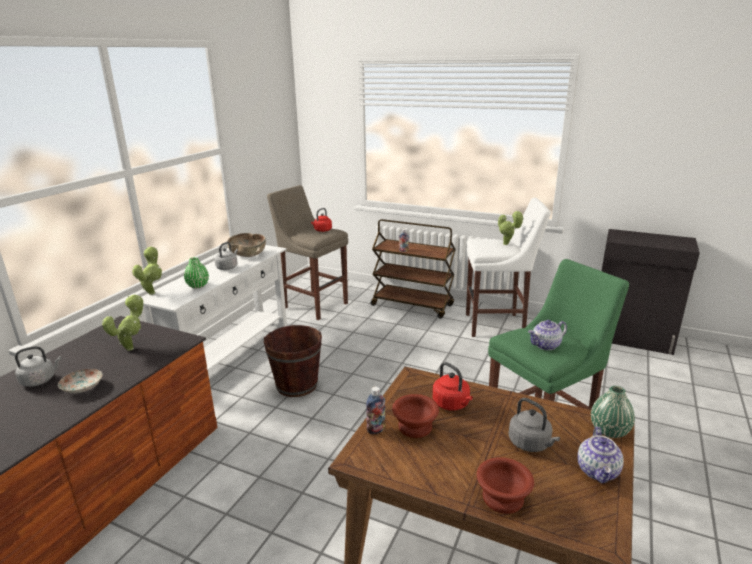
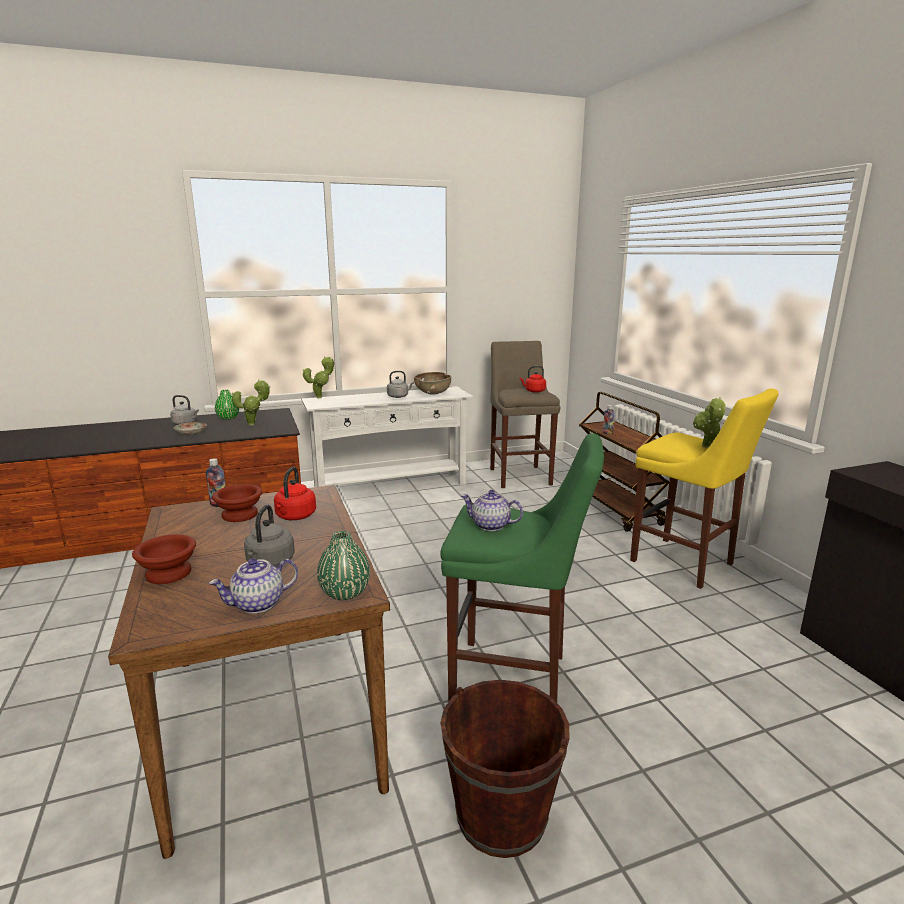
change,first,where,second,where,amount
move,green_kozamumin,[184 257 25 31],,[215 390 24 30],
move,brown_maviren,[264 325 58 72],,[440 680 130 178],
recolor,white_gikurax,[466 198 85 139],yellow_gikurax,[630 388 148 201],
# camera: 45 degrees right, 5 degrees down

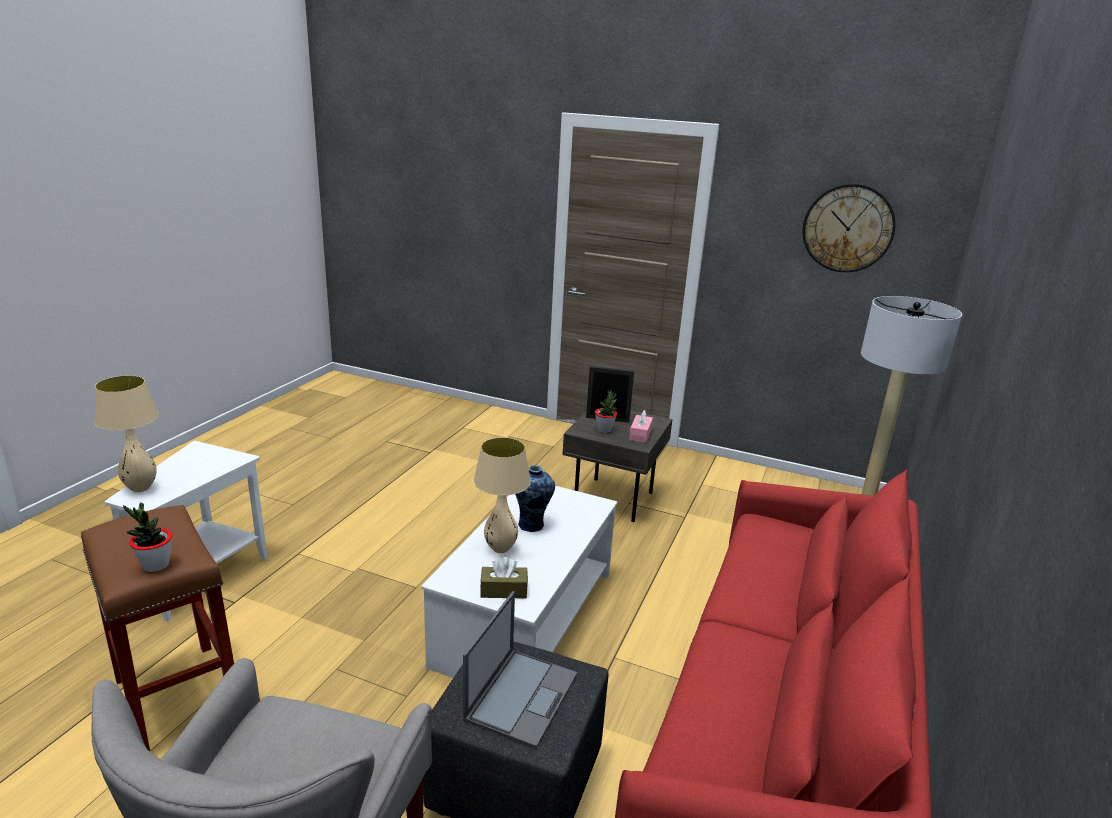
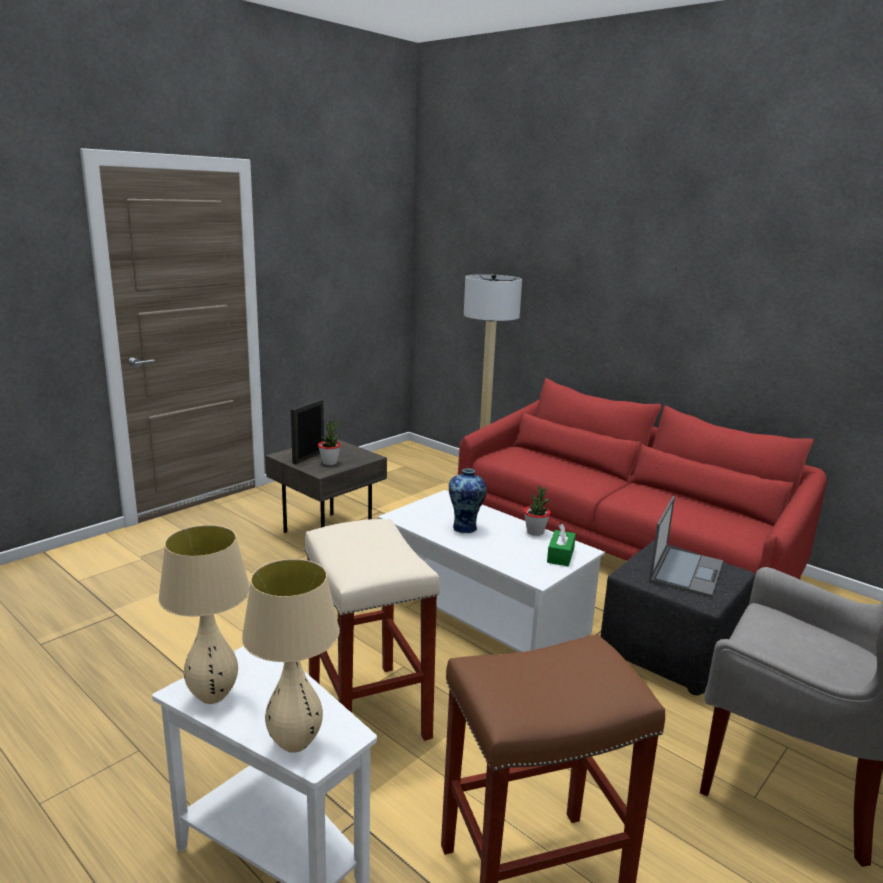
change,first,where,second,where,amount
move,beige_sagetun,[474 437 57 116],,[158 525 92 179],
insert,,,beige_gikurax,[304 519 136 222],
move,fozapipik,[123 503 49 69],,[524 485 27 51],
recolor,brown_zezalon,[480 557 48 42],green_zezalon,[547 524 29 42],
rotate,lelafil,[463 591 114 157],,[649 496 74 101],75 degrees clockwise
delete,pink_zezalon,[629 410 24 33],,,
delete,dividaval,[802 183 94 89],,,
# camera: 70 degrees left, 5 degrees down

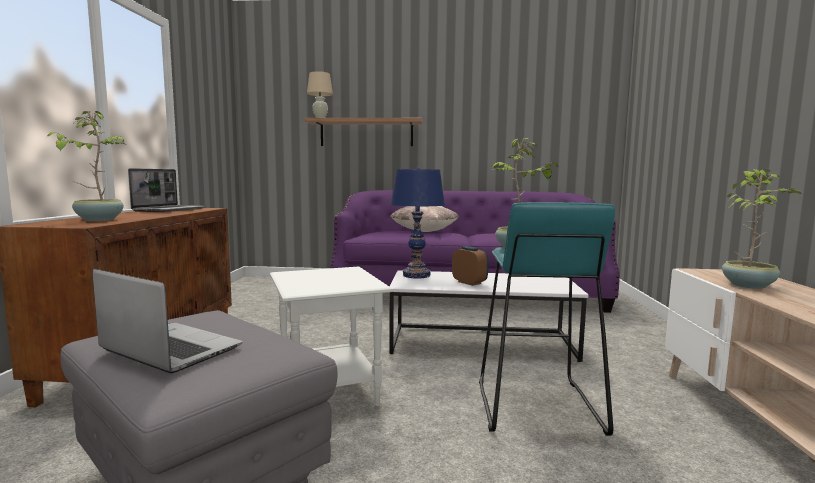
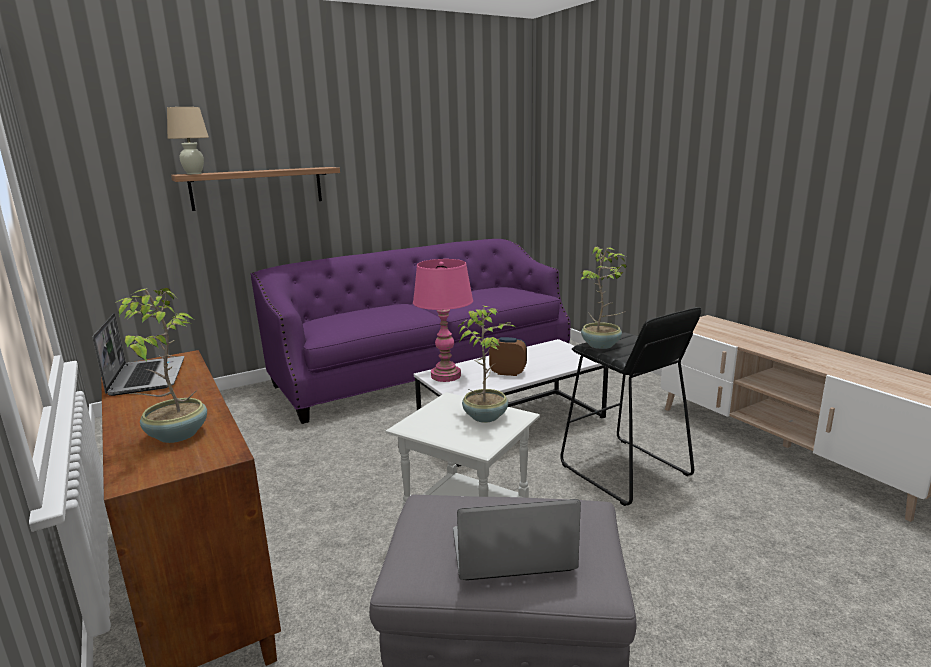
change,first,where,second,where,amount
recolor,blue_sagetun,[390 168 55 110],pink_sagetun,[413 259 60 123],
move,fozapipik,[722 169 79 120],,[458 306 59 117],
recolor,turquoise_gikurax,[479 202 137 234],black_gikurax,[560 307 141 199],
delete,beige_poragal,[390 206 69 26],,,
# camera: 35 degrees left, 10 degrees up

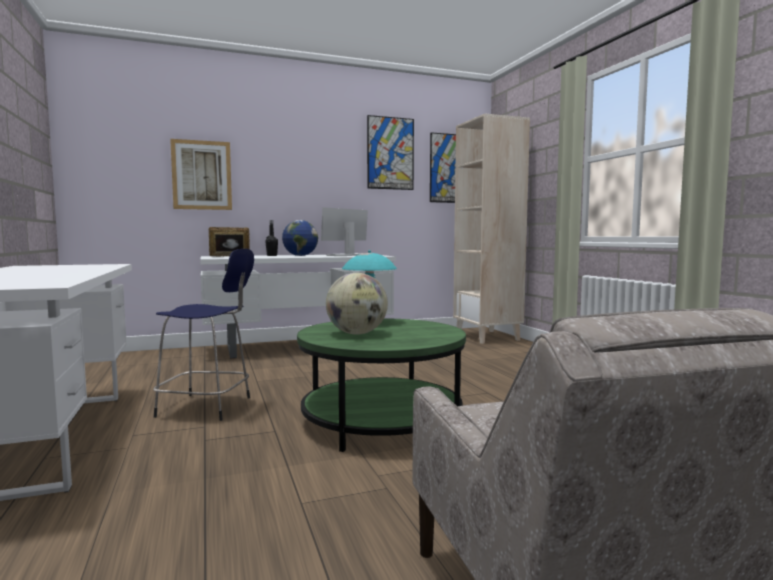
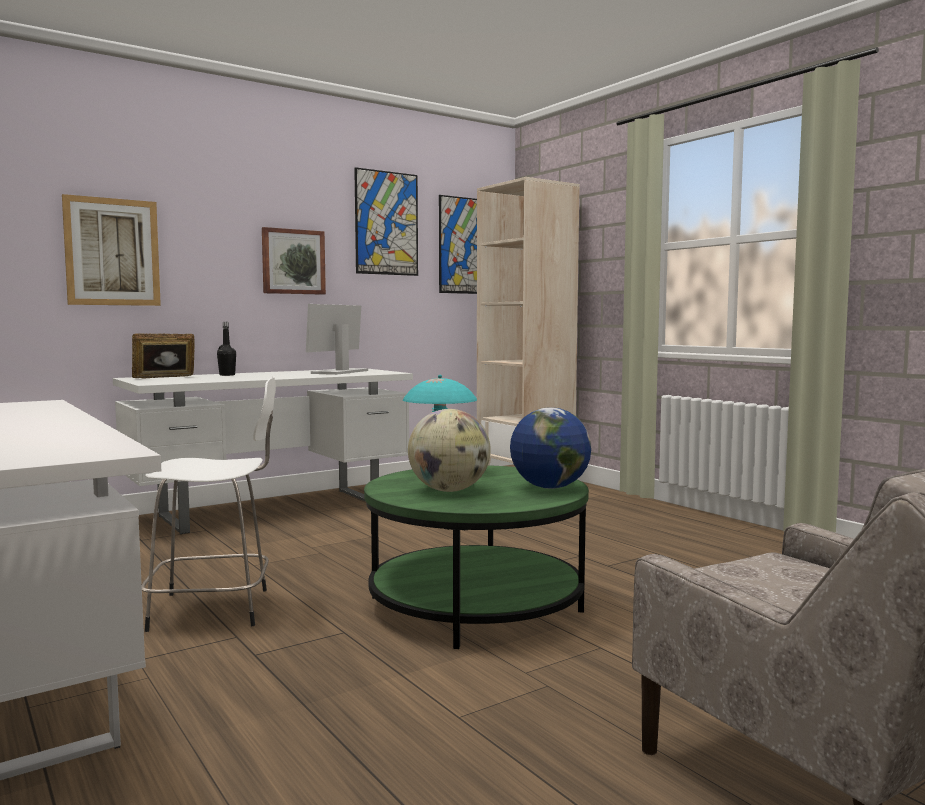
change,first,where,second,where,amount
recolor,blue_gikurax,[153 249 101 172],white_gikurax,[142 376 134 256],
insert,,,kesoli,[262 227 64 68],
move,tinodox,[282 220 36 36],,[510 408 81 81],
# camera: 15 degrees left, 0 degrees up

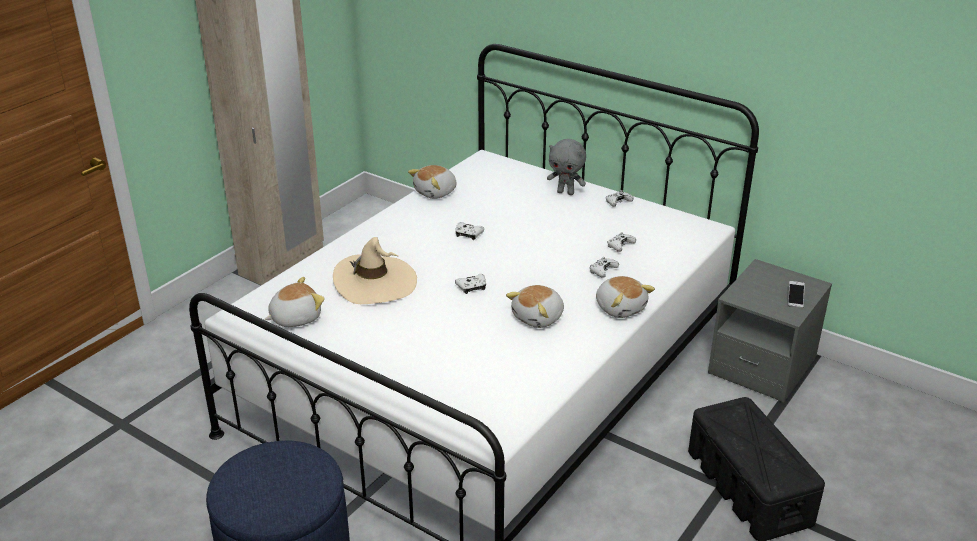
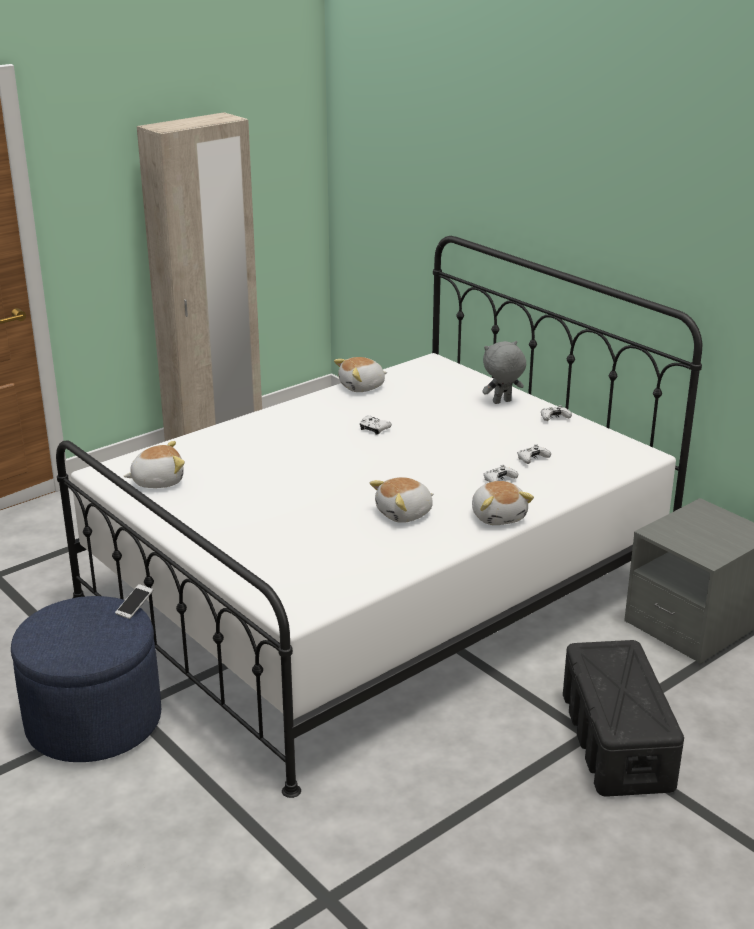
change,first,where,second,where,amount
move,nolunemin,[788 281 17 27],,[115 584 38 35],
rotate,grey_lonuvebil,[547 139 39 56],,[482 341 44 63],120 degrees clockwise
delete,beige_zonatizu,[333 237 84 67],,,
delete,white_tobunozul,[455 274 31 20],,,
# camera: 15 degrees right, 5 degrees down

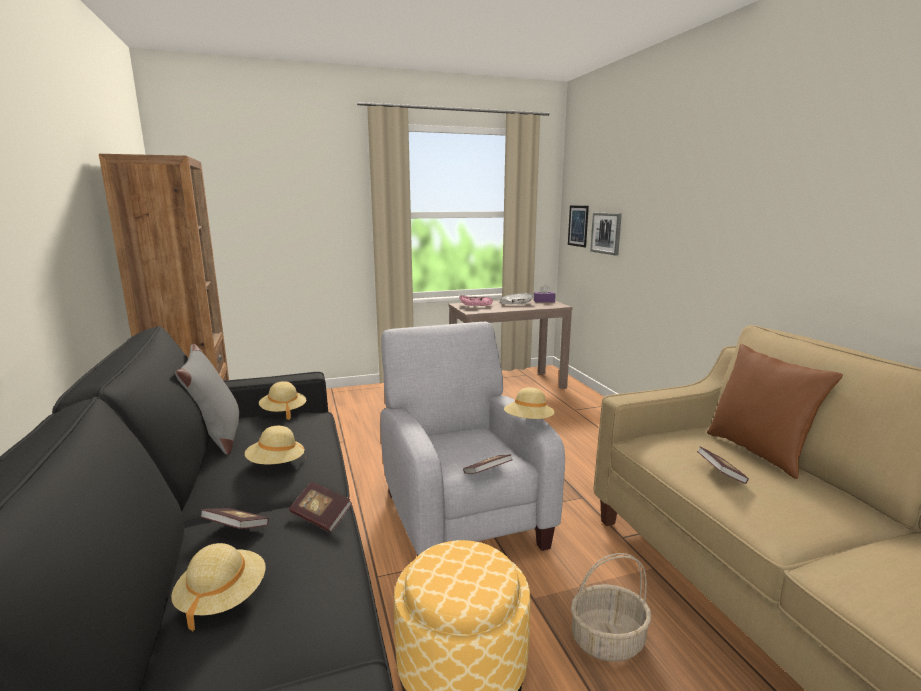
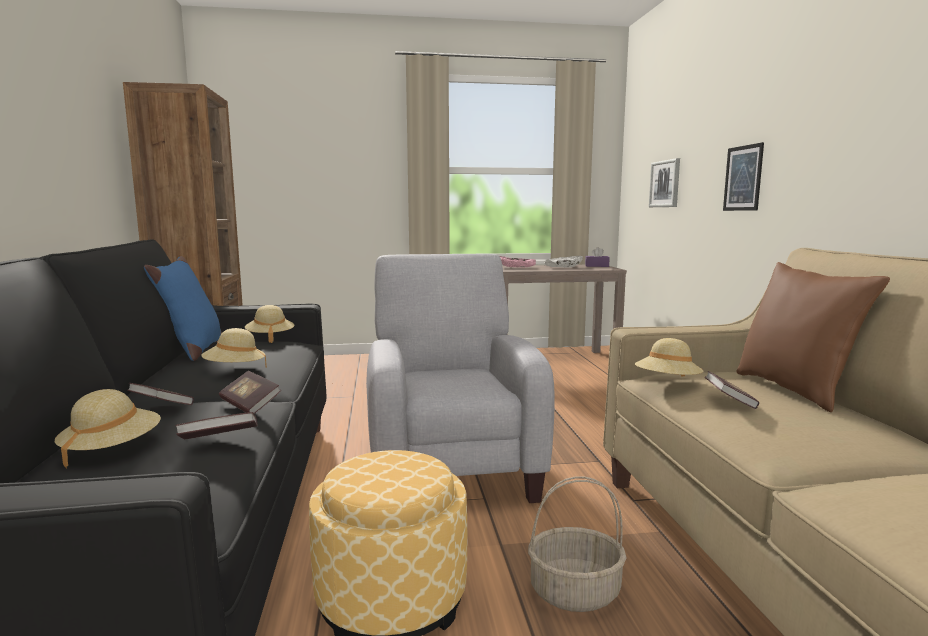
change,first,where,second,where,amount
recolor,grey_poragal,[175 344 64 111],blue_poragal,[144 256 78 105],
move,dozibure,[463 454 50 20],,[175 412 83 27],
move,beige_zonatizu,[504 387 51 32],,[635 338 68 39],
move,kesoli,[568 205 21 43],,[723 142 41 69],
# camera: 10 degrees right, 5 degrees down

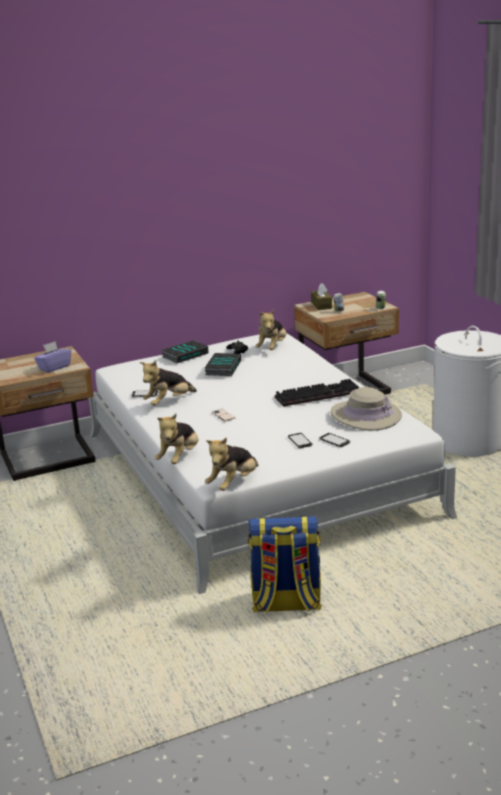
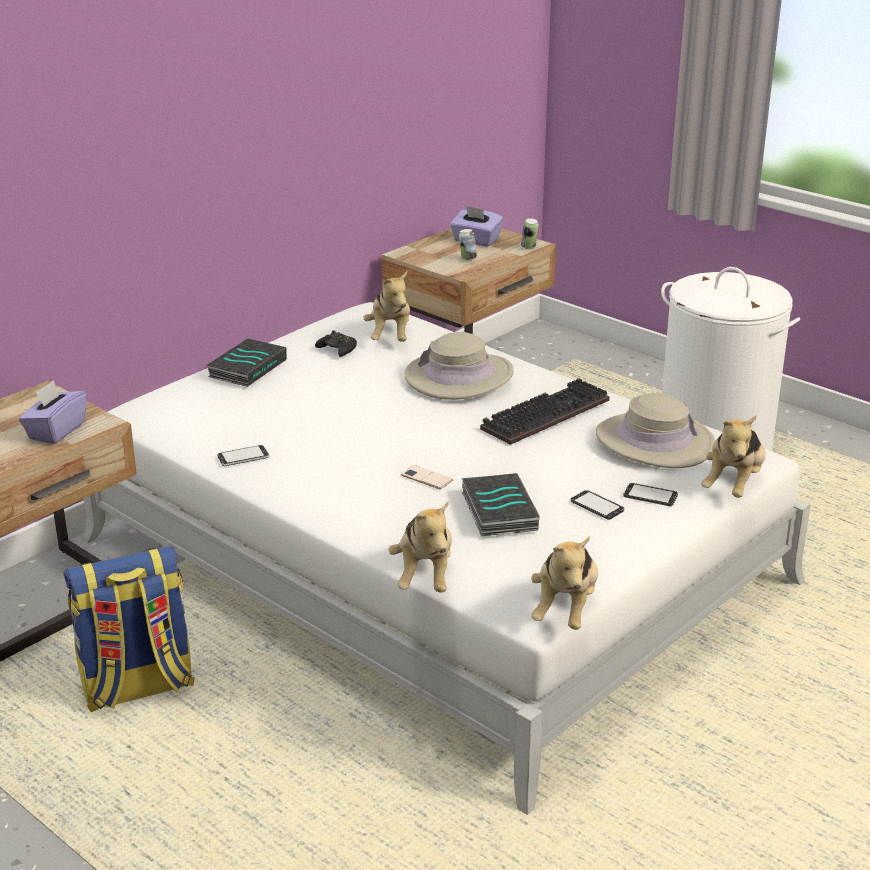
change,first,where,second,where,amount
move,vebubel,[248 516 74 97],,[63 546 132 166],
insert,,,beige_zonatizu,[404 332 110 68],
insert,,,purple_zezalon,[450 205 54 42],
move,dozibure,[205 353 36 23],,[462 473 77 63],
move,lonuvebil,[140 361 57 44],,[701 416 65 82],
delete,brown_zezalon,[311 283 21 27],,,
# camera: 25 degrees left, 5 degrees up

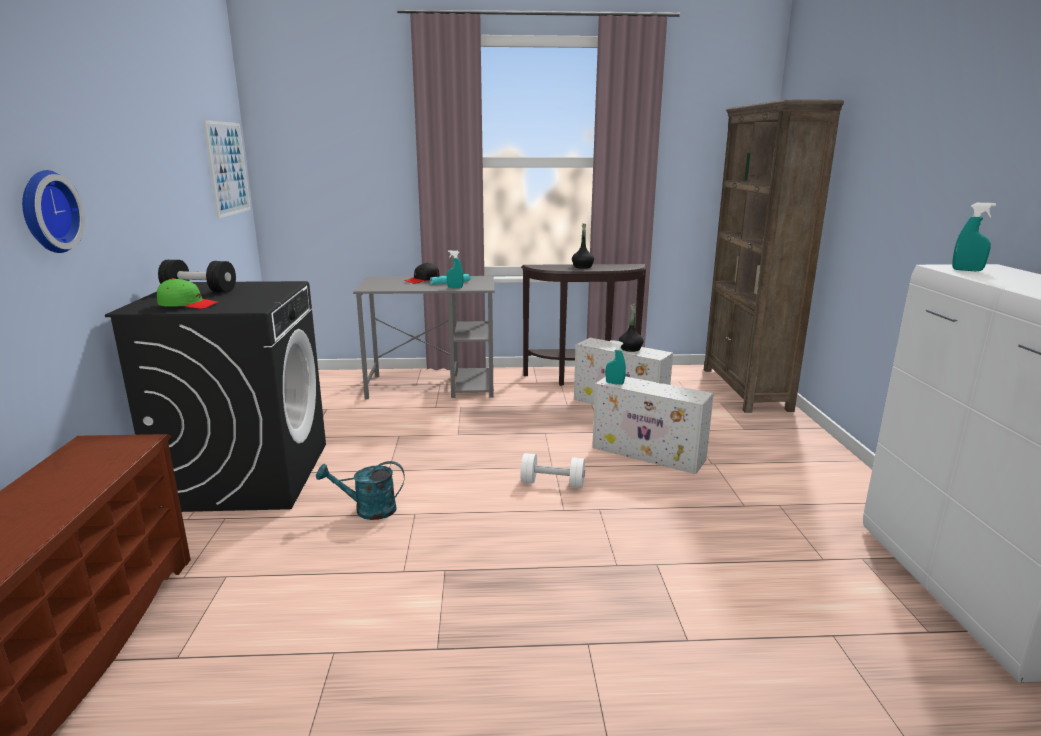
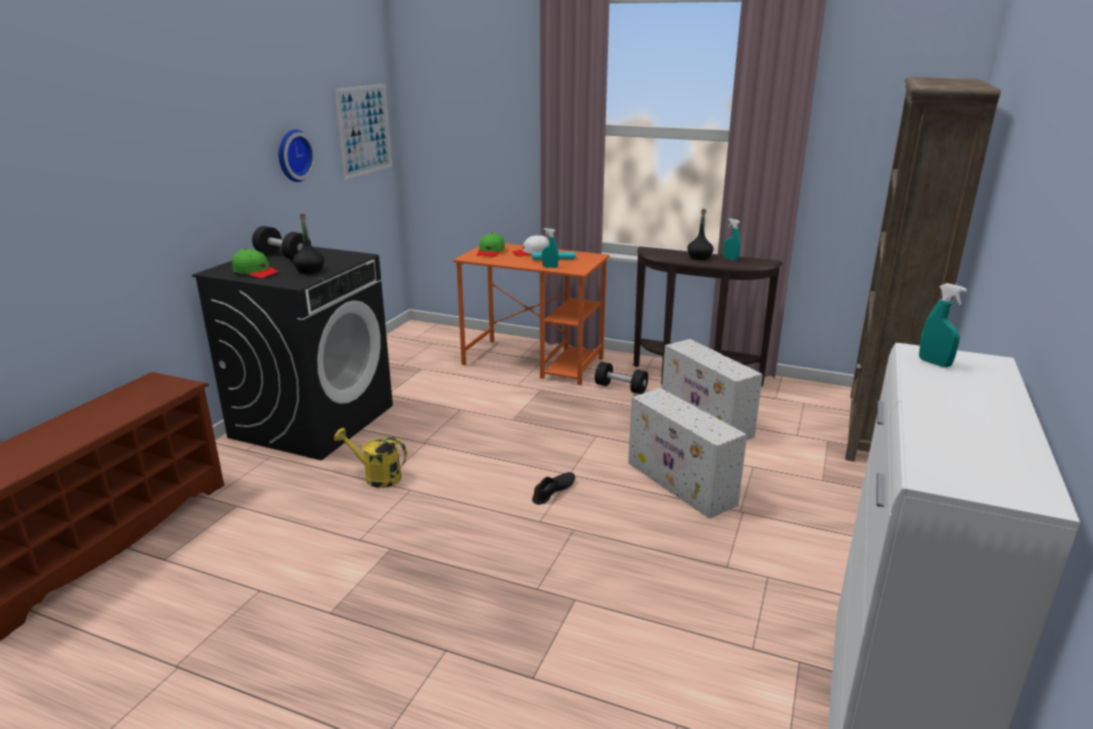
change,first,where,second,where,amount
move,dividaval,[22 170 63 83],,[278 130 38 52],
move,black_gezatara,[619 304 25 48],,[293 214 31 60],
recolor,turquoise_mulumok,[316 461 89 59],yellow_mulumok,[334 428 73 60],
recolor,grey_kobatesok,[353 276 141 123],orange_kobatesok,[453 243 157 142],
insert,,,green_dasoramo,[477 233 28 24],
recolor,black_dasoramo,[404 262 36 22],white_dasoramo,[512 235 37 21],
replace,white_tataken,[520 453 65 35],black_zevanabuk,[532 472 43 33],
insert,,,black_tataken,[595 362 53 32],
move,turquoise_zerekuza,[606 340 20 45],,[723 219 18 42],
# camera: 25 degrees right, 5 degrees up

